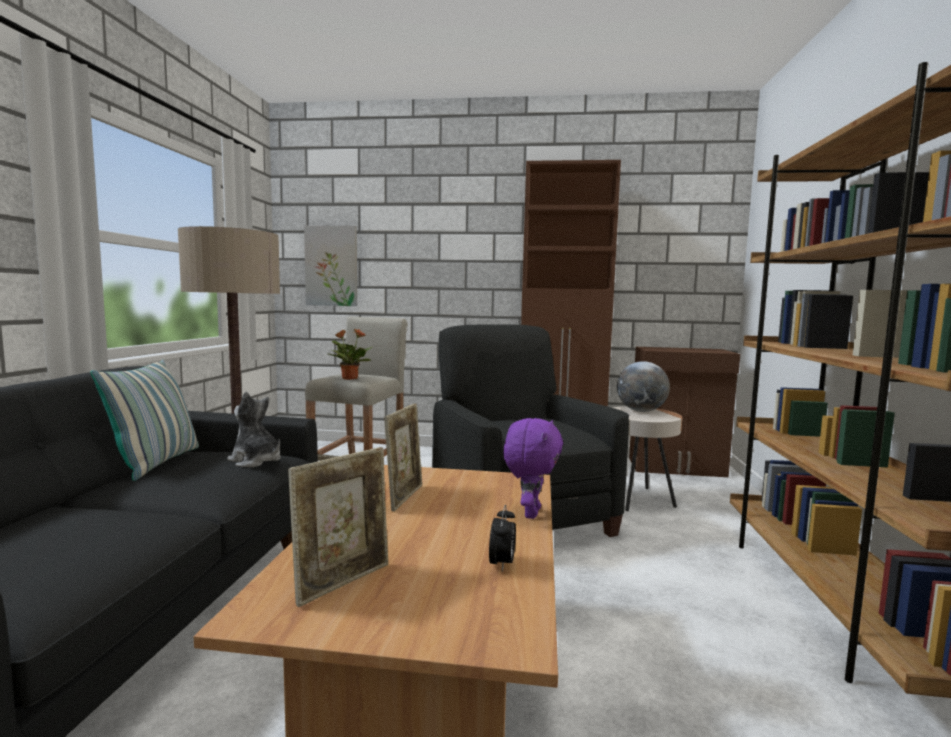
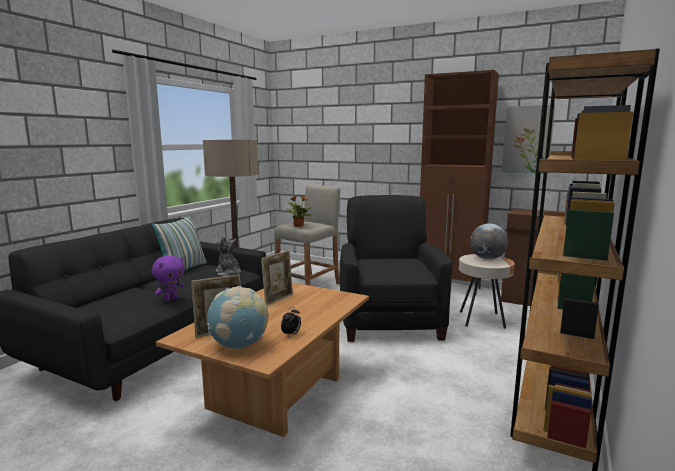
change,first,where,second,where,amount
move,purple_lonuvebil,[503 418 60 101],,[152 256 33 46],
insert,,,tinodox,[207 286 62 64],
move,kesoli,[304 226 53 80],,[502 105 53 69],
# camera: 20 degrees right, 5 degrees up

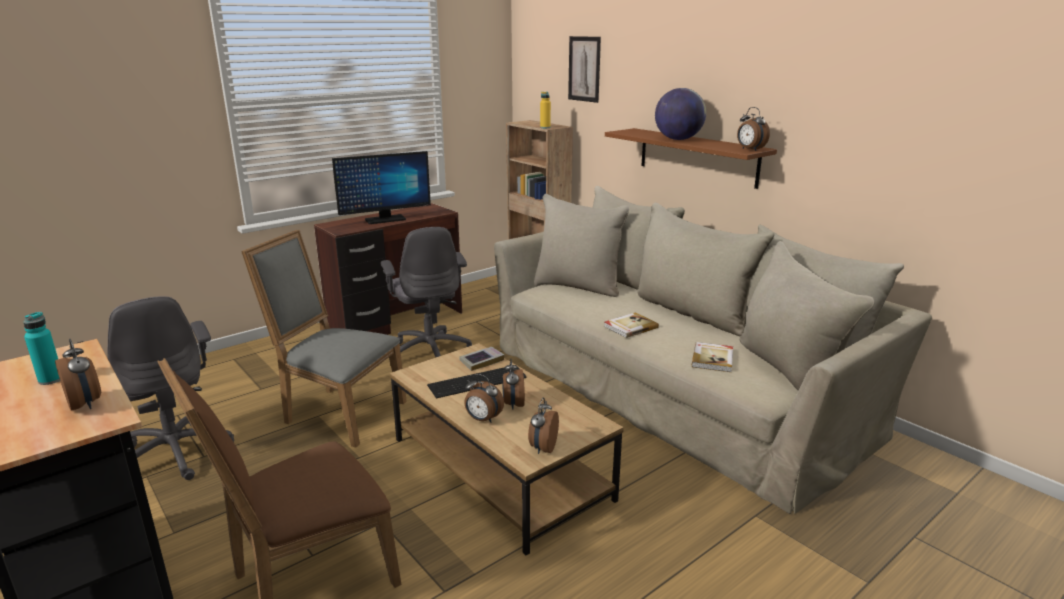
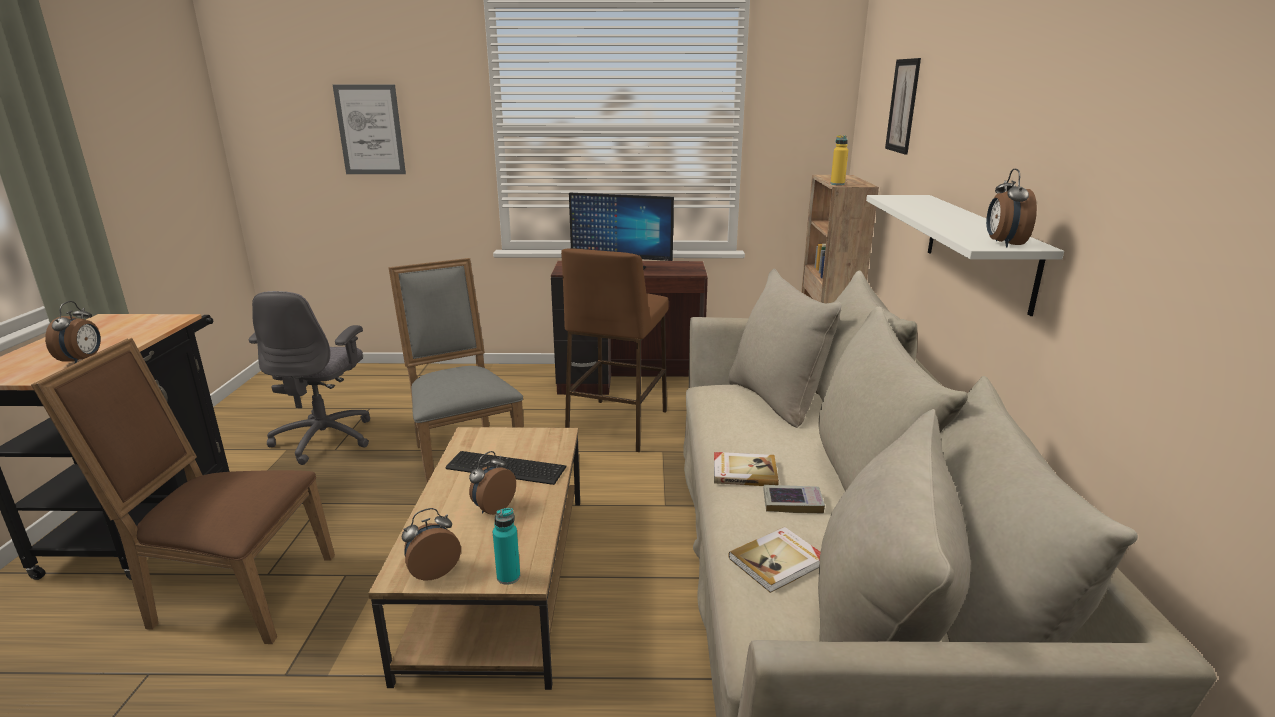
change,first,where,second,where,amount
insert,,,kesoli,[333 85 73 89],
move,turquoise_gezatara,[24 312 36 73],,[493 508 27 77],
replace,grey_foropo,[381 227 91 130],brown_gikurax,[561 248 108 204],
move,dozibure,[460 347 44 24],,[763 485 62 29],
recolor,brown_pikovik,[605 128 172 61],white_pikovik,[866 195 198 121],
delete,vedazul,[464 374 40 49],,,
delete,tinodox,[655 88 51 52],,,
# camera: 40 degrees right, 0 degrees up

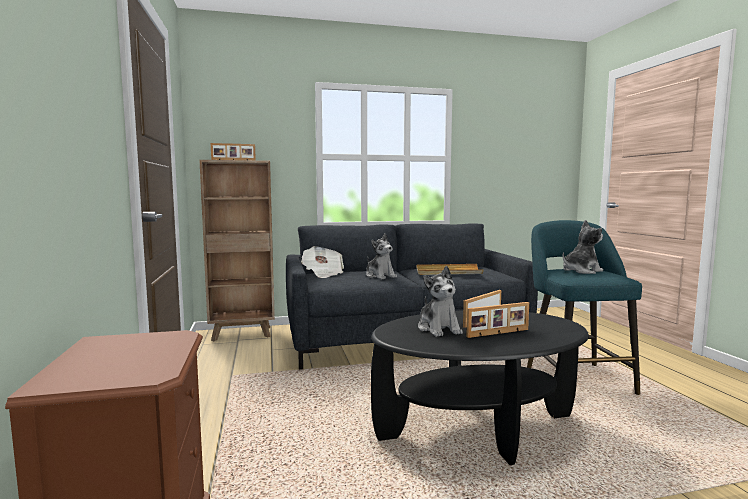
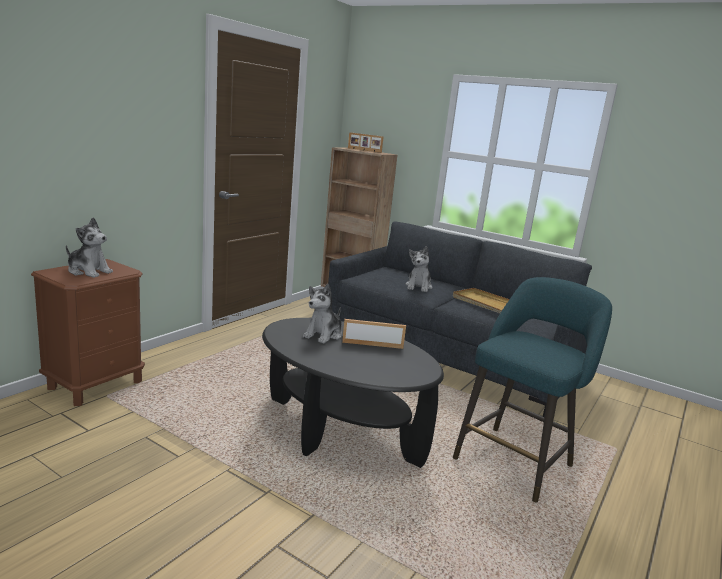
change,first,where,second,where,amount
move,lonuvebil,[563 220 40 54],,[66 217 47 61],
delete,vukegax,[301 246 43 32],,,
delete,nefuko,[466 302 63 36],,,
# camera: 45 degrees right, 10 degrees up

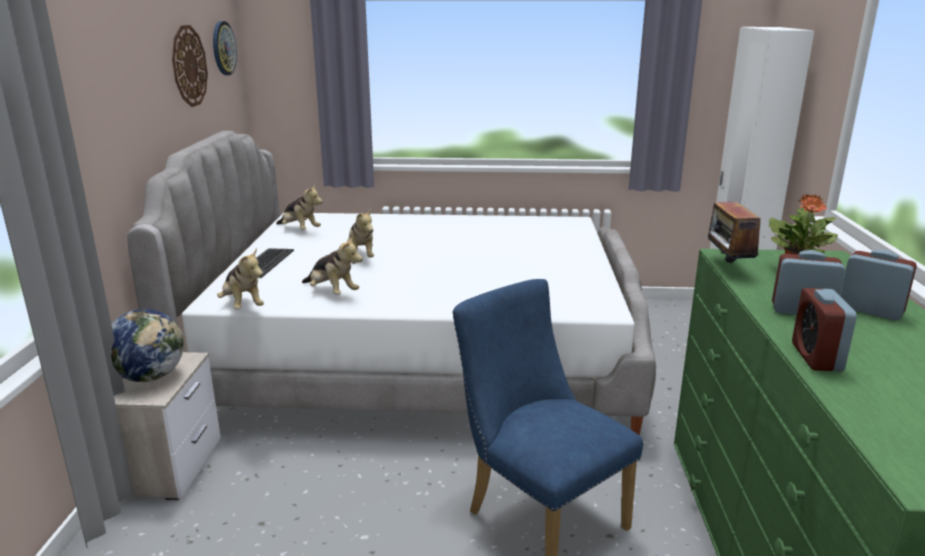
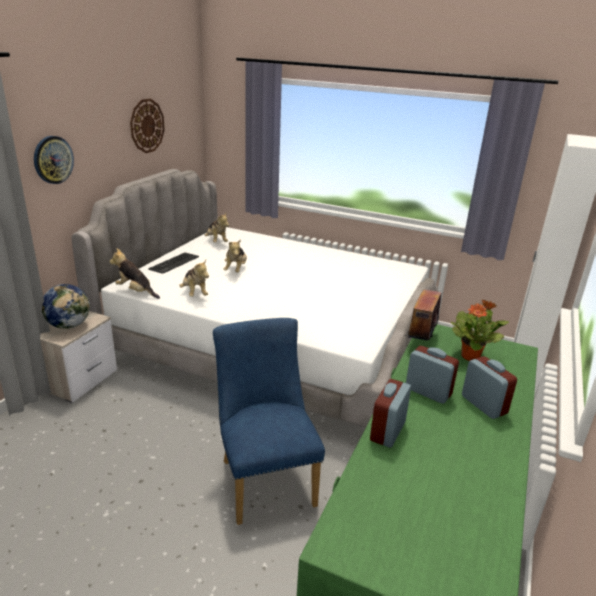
change,first,where,second,where,amount
move,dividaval,[213 21 24 54],,[34 136 40 48],
rotate,lonuvebil,[217 248 47 61],,[109 248 51 51],135 degrees clockwise
# camera: 20 degrees right, 5 degrees up

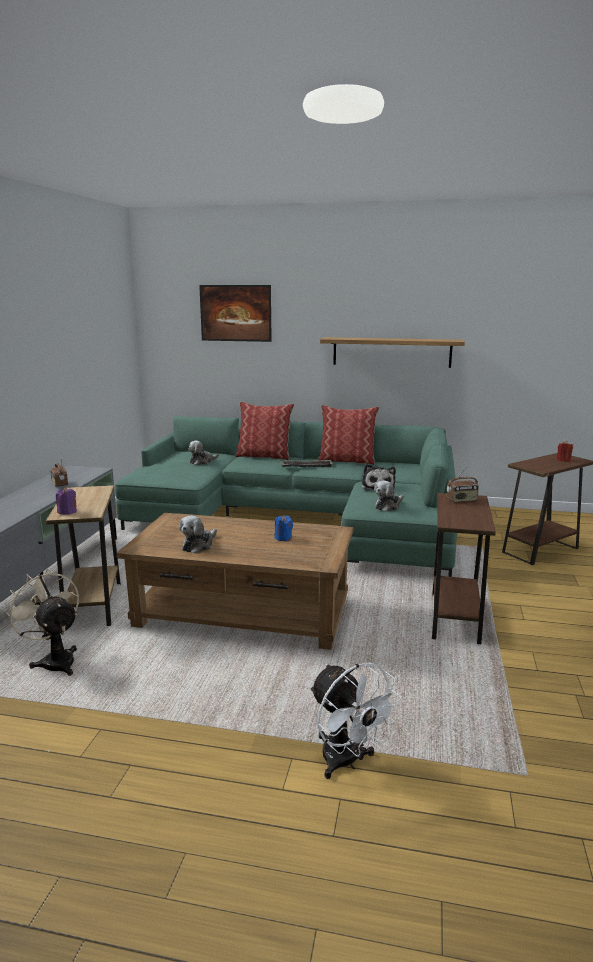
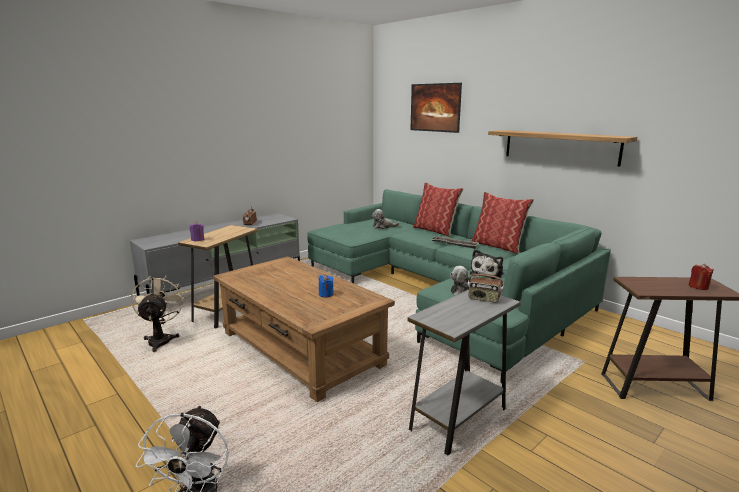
change,first,where,second,where,amount
recolor,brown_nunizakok,[432 493 64 151],grey_nunizakok,[407 290 114 166],
delete,lonuvebil,[179 515 38 39],,,
# camera: 35 degrees right, 0 degrees up

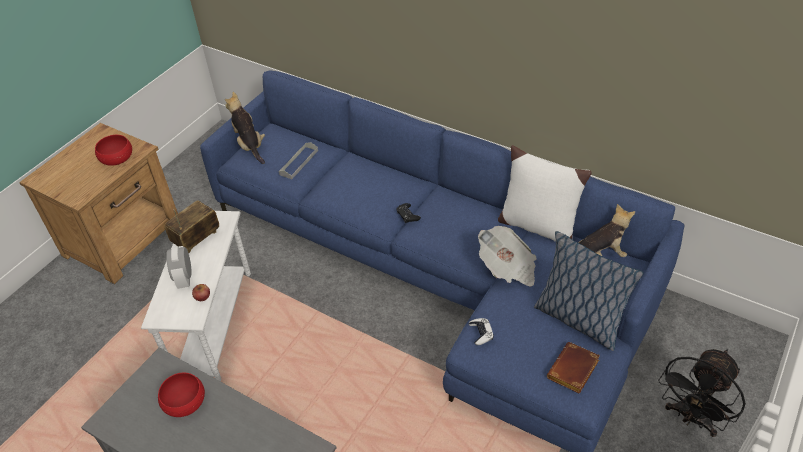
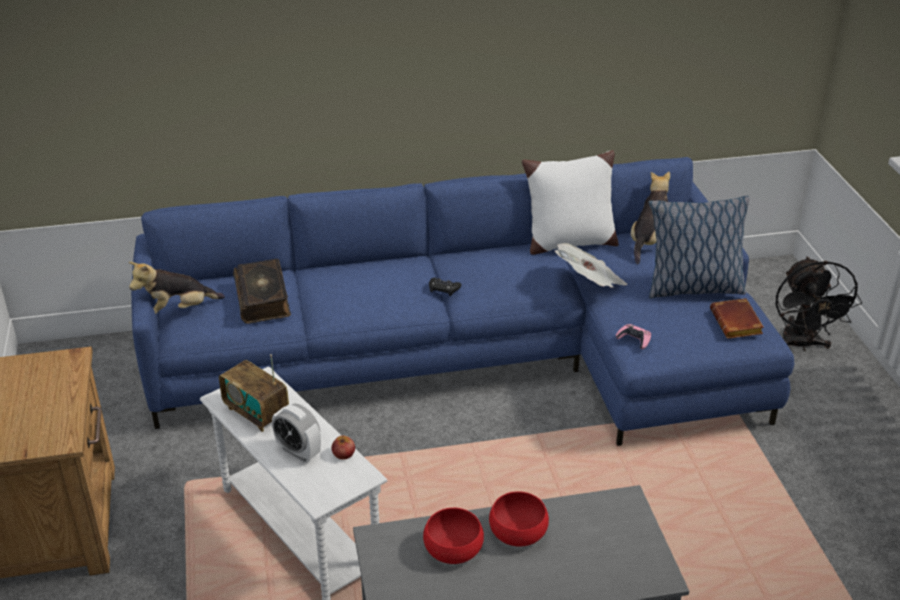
change,first,where,second,where,amount
rotate,lonuvebil,[225 92 40 72],,[129 262 96 52],45 degrees counterclockwise
rotate,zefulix,[164 200 55 53],,[219 354 70 78],45 degrees counterclockwise
replace,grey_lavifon,[279 142 39 37],dozibure,[233 259 58 65],
move,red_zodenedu,[95 135 37 31],,[489 491 60 56],
recolor,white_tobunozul,[469 318 25 27],pink_tobunozul,[616 324 35 25],
# camera: 45 degrees left, 10 degrees down

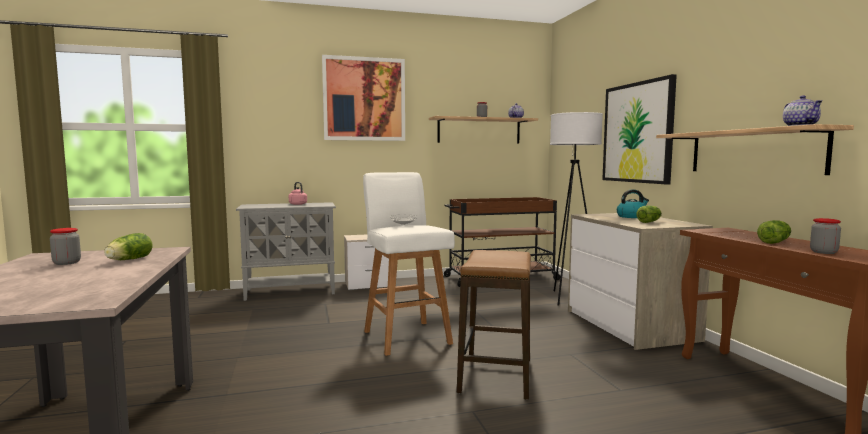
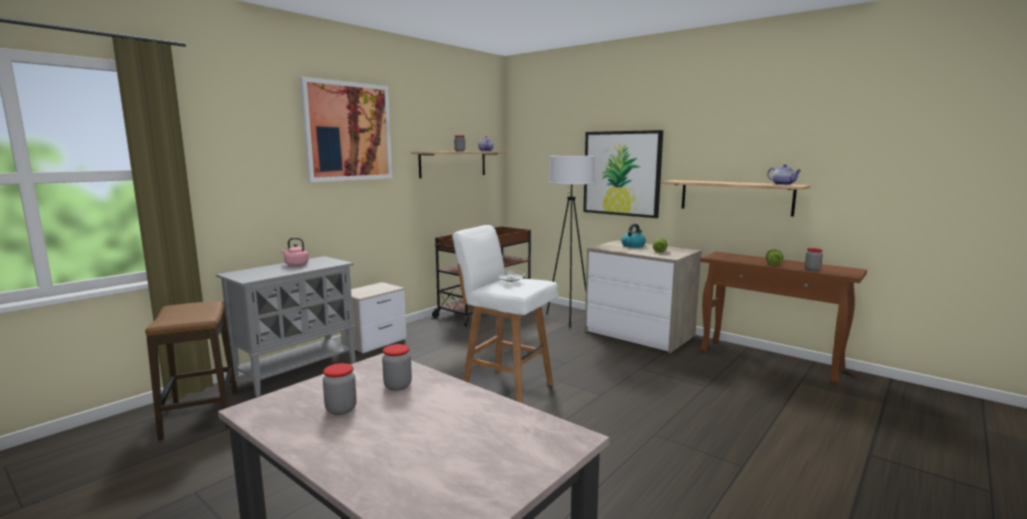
change,first,where,second,where,amount
move,gikurax,[457 250 74 150],,[145 300 92 141],
replace,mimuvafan,[104 233 49 27],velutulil,[382 344 30 47],
# camera: 35 degrees left, 5 degrees up

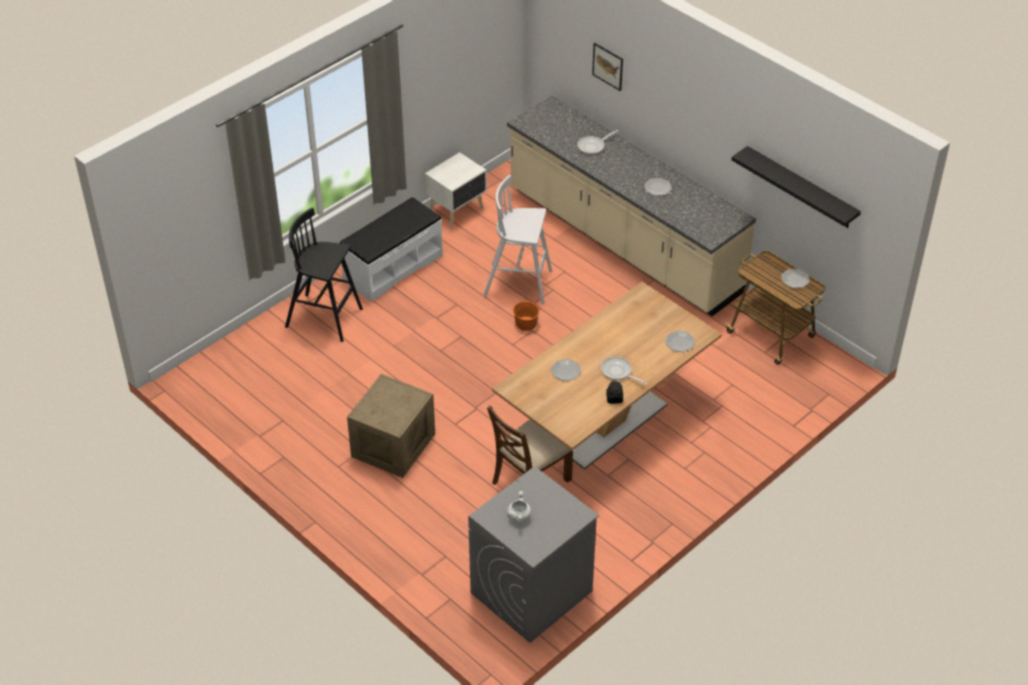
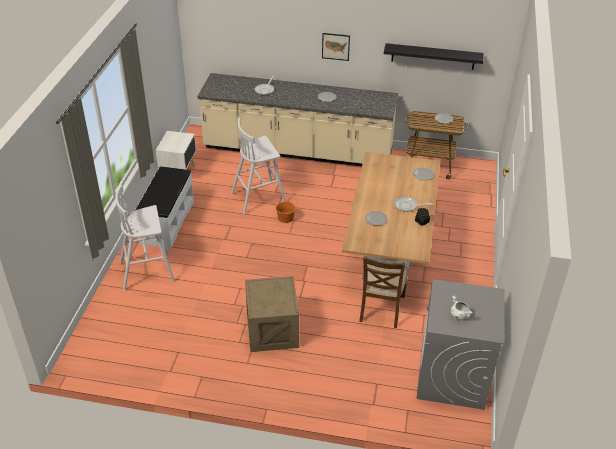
change,first,where,second,where,amount
recolor,black_gikurax,[285 208 78 134],white_gikurax,[115 185 60 105],
move,kesoli,[592 43 31 48],,[322 33 28 28],
# camera: 35 degrees left, 5 degrees down

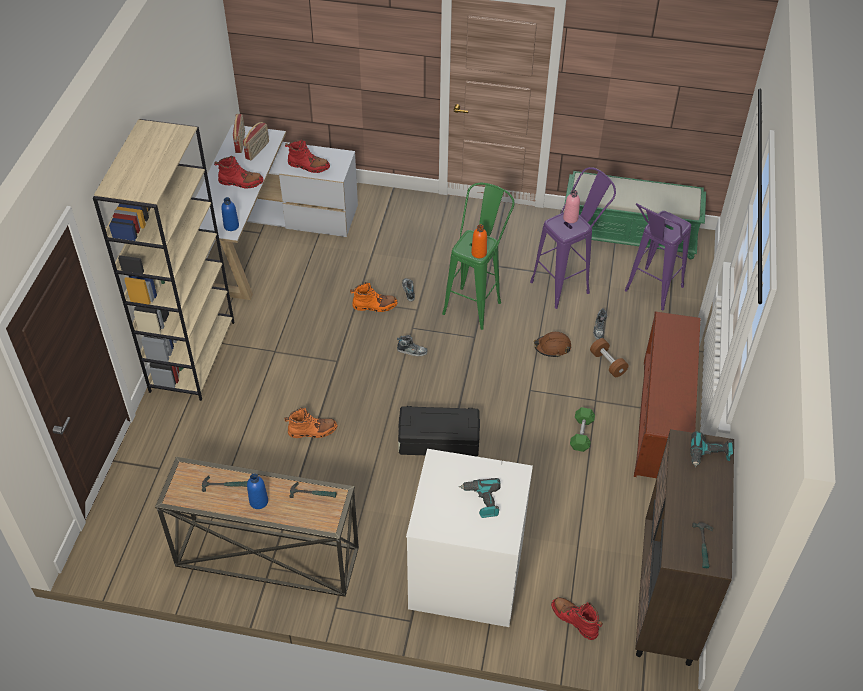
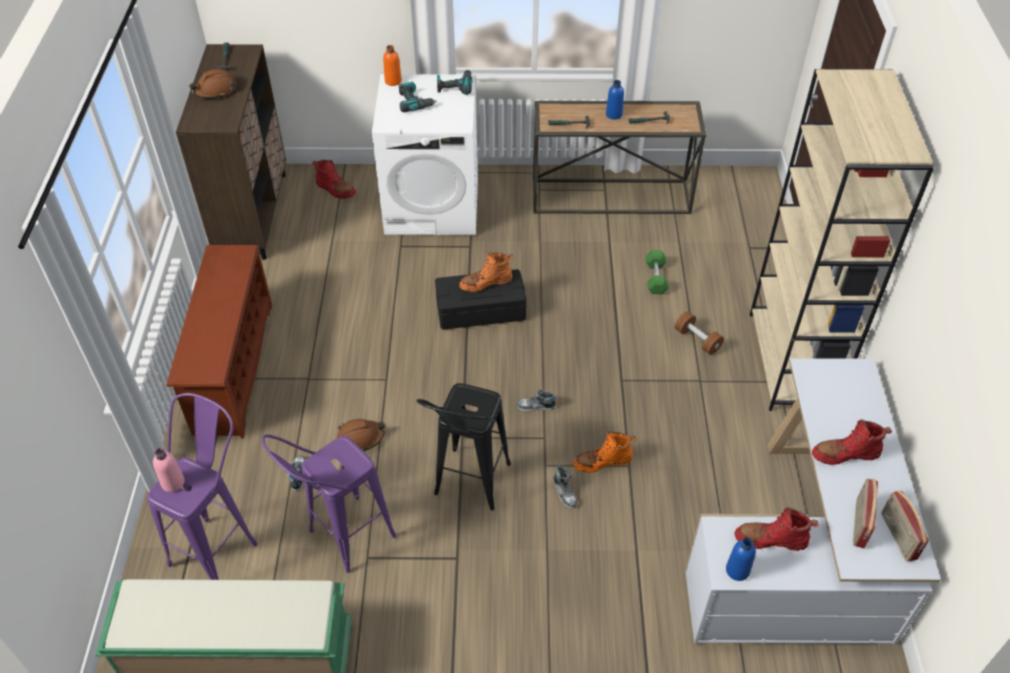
change,first,where,second,where,amount
move,pink_gezatara,[563 190 17 33],,[153 448 32 44],
insert,,,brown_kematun,[189 69 48 30],
move,orange_gezatara,[471 225 16 33],,[383 45 19 41],
recolor,green_gikurax,[442 183 72 147],black_gikurax,[416 383 95 128],
move,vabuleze,[690 431 43 36],,[437 70 35 25],
move,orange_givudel,[284 407 53 31],,[459 252 55 40],
move,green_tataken,[570 407 25 45],,[645 250 24 44],
move,brown_tataken,[590 338 39 39],,[675 311 49 44],
move,blue_gezatara,[221 197 18 34],,[726 537 30 44],
# camera: 170 degrees right, 0 degrees up

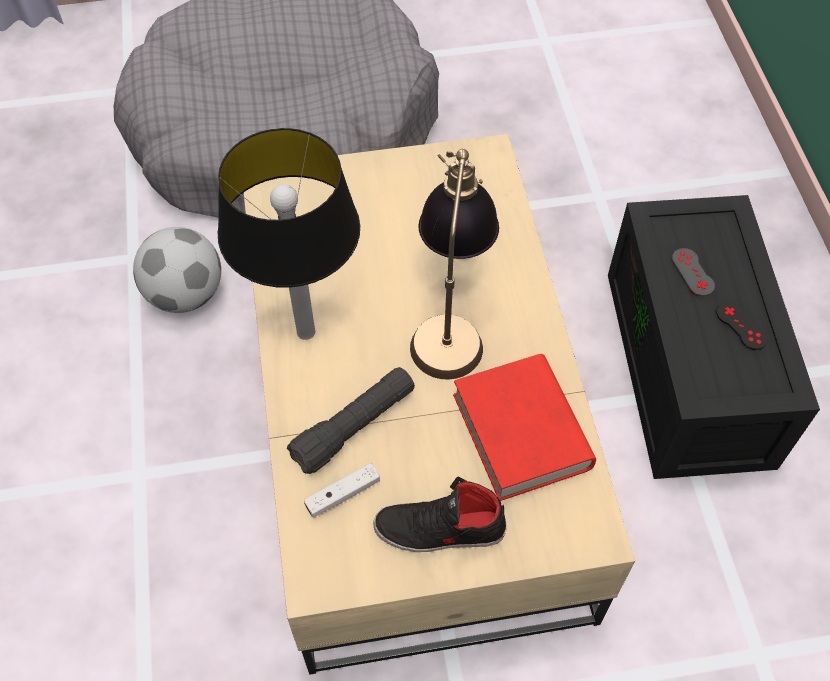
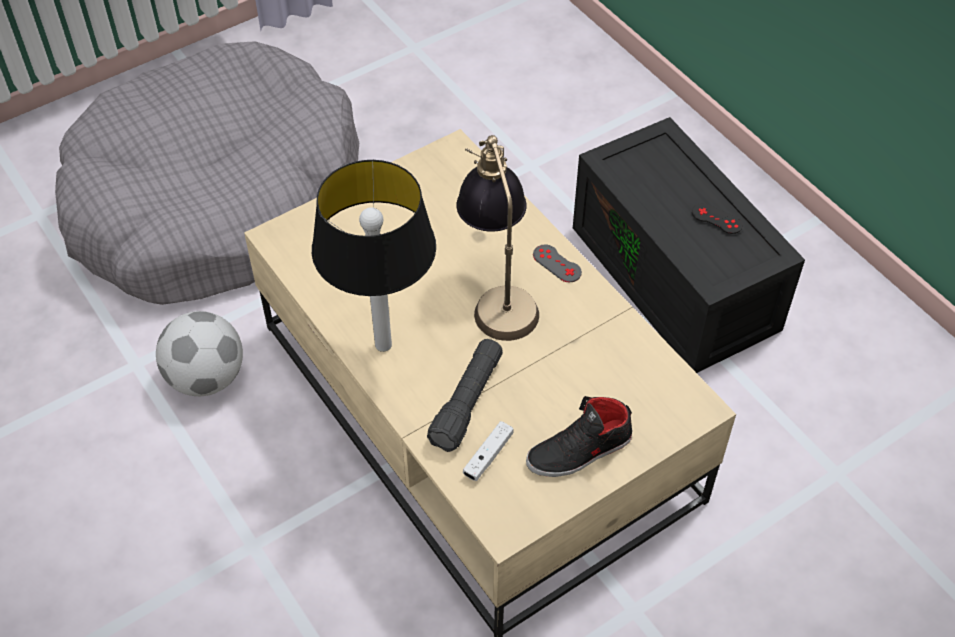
change,first,where,second,where,amount
move,grey_tobunozul,[672 248 43 48],,[533 244 49 38],
delete,red_dozibure,[453 354 143 147],,,
# camera: 25 degrees left, 5 degrees down

